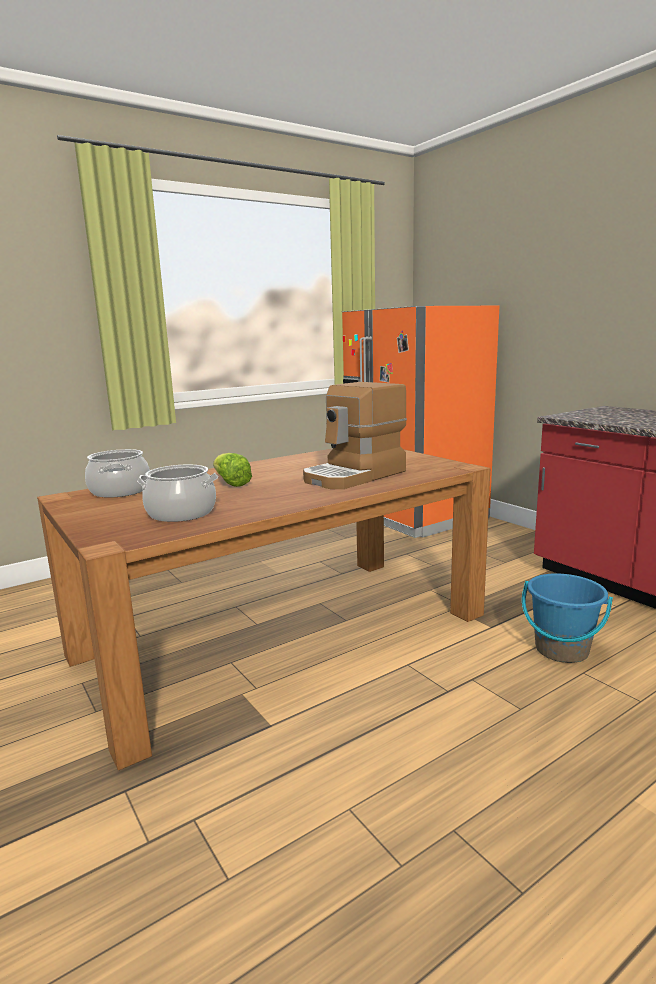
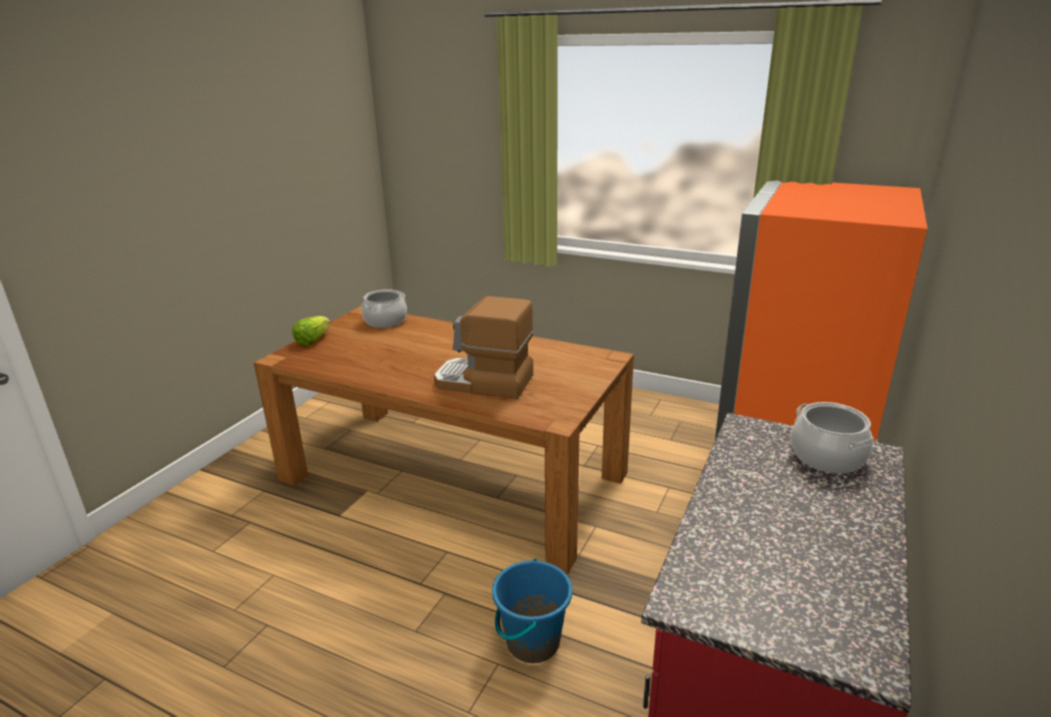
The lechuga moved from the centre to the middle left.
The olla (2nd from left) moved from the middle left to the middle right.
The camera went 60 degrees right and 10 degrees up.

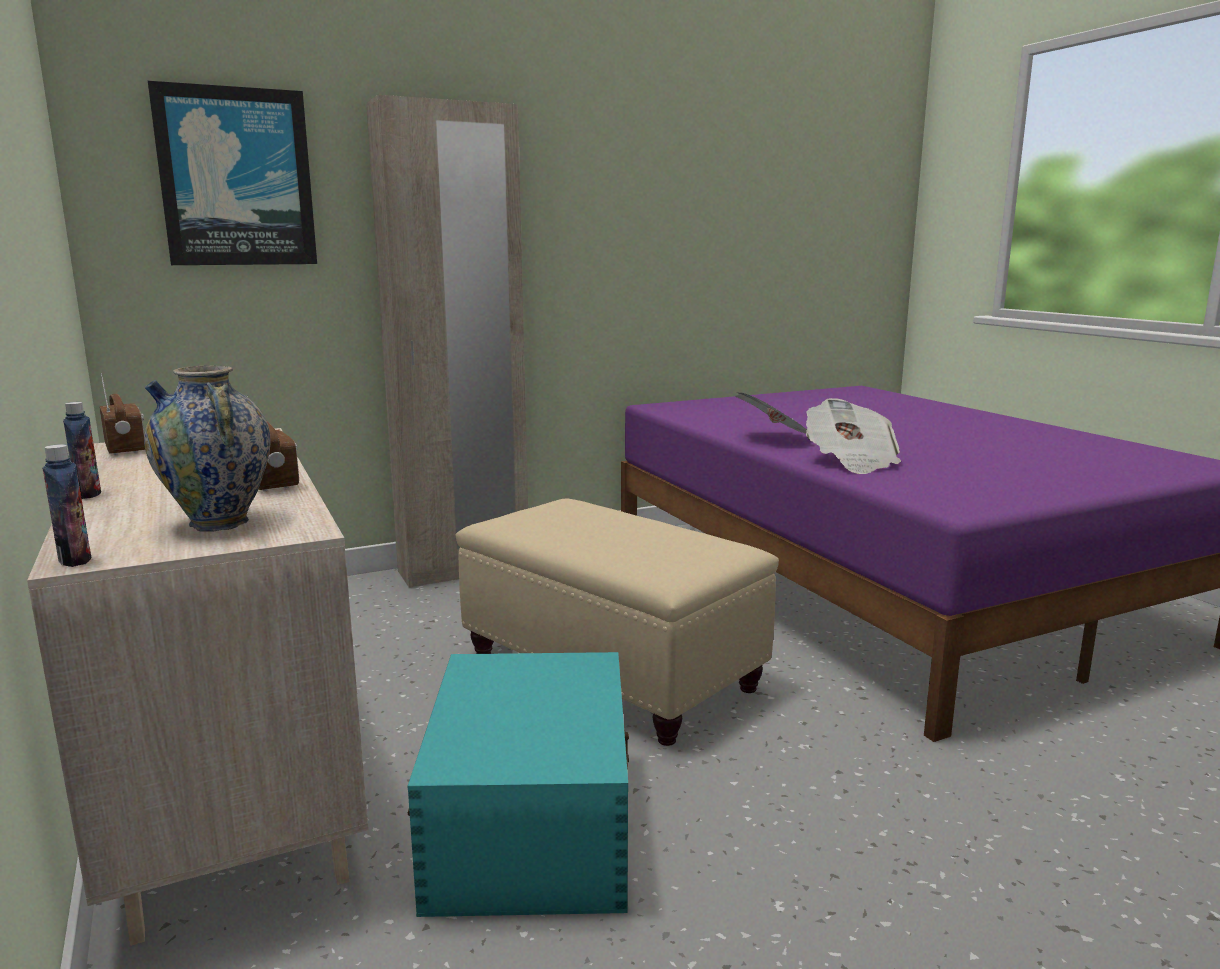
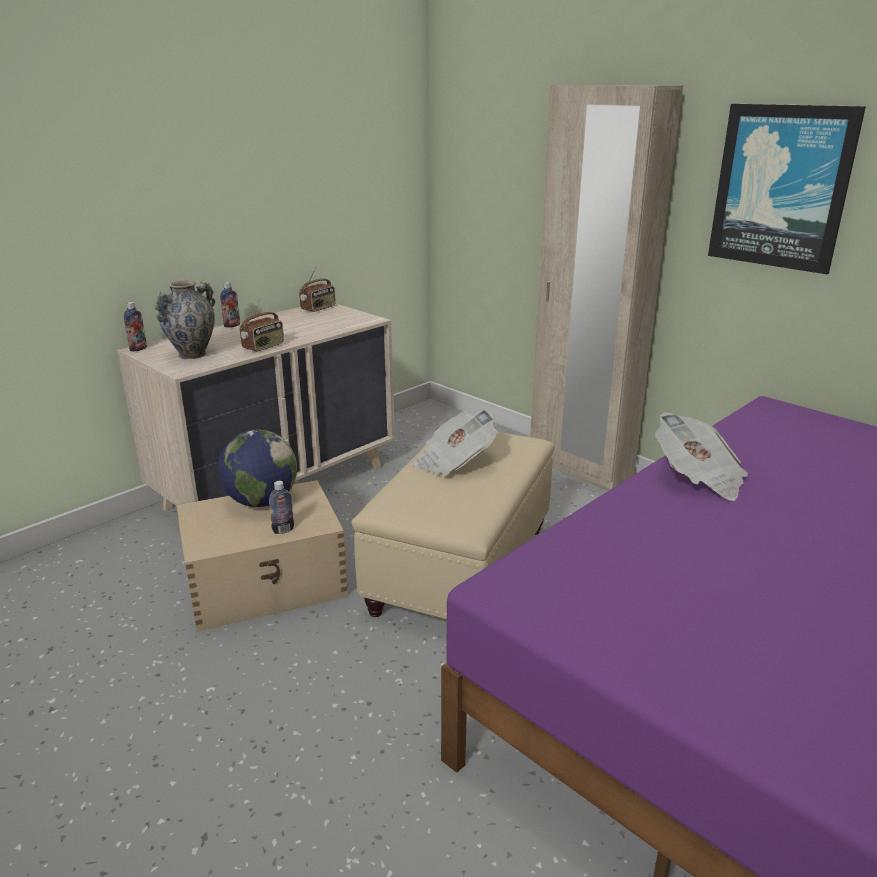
The caja de almacenaje [turquesa] at the bottom centre became the caja de almacenaje [beis] at the middle left.
The globo terráqueo at the middle left appeared.
The botella (3rd from left) at the middle left appeared.
The periódico (2nd from left in the first image) moved from the middle right to the centre.
The cuadro moved from the top left to the top right.
The camera went 70 degrees right and 10 degrees up.

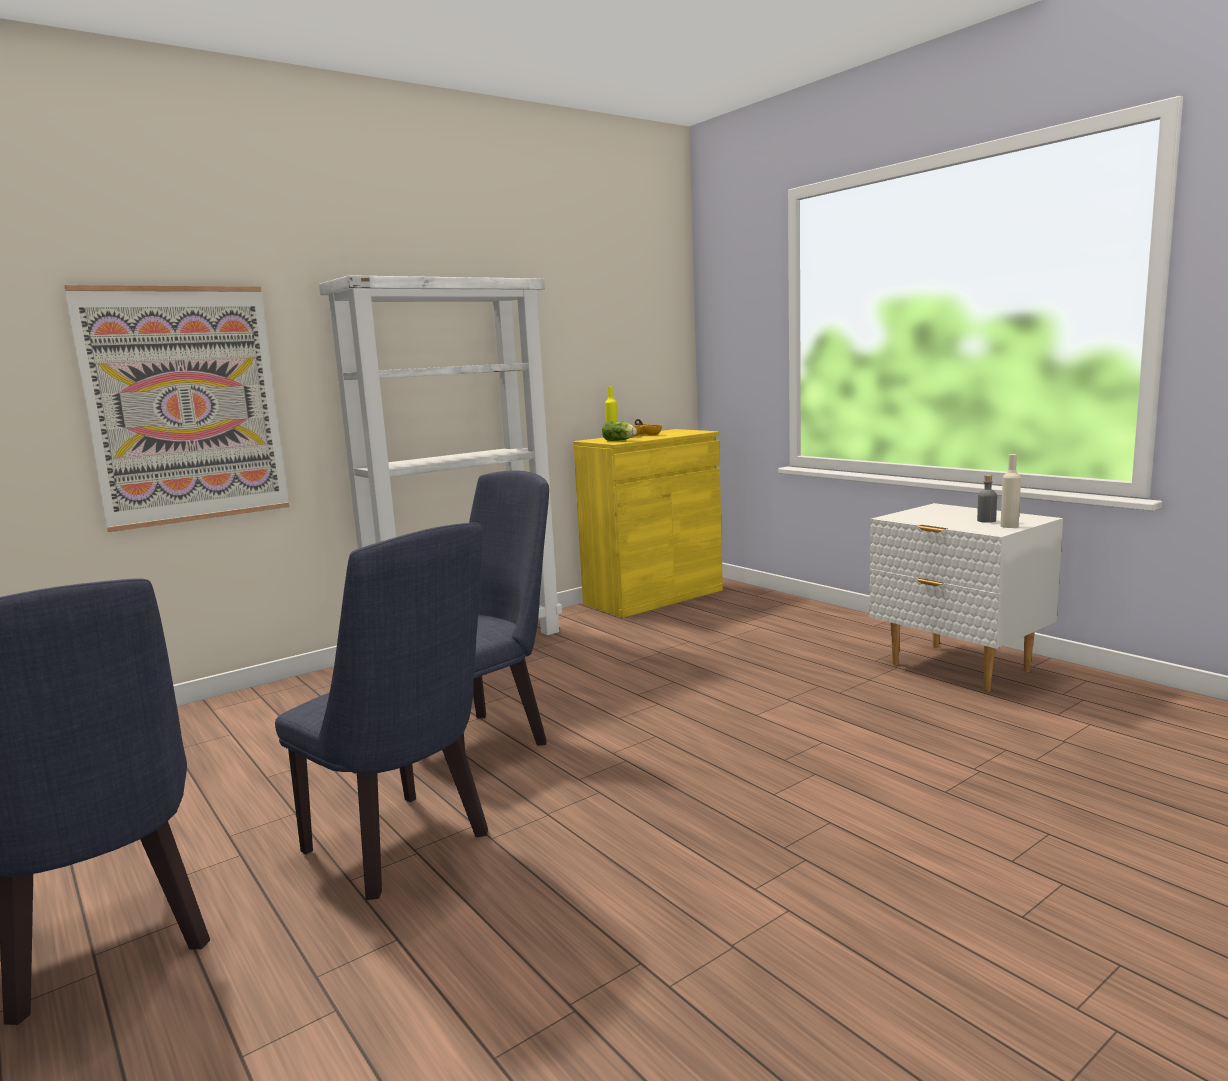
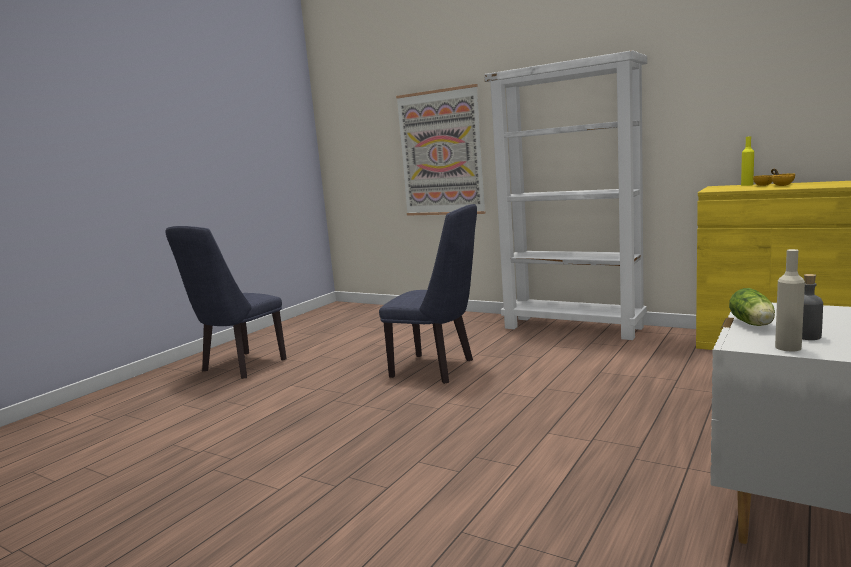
The lechuga moved from the centre to the middle right.
The silla [azul] (2nd from left) at the middle left disappeared.
The camera went 70 degrees right and 0 degrees up.

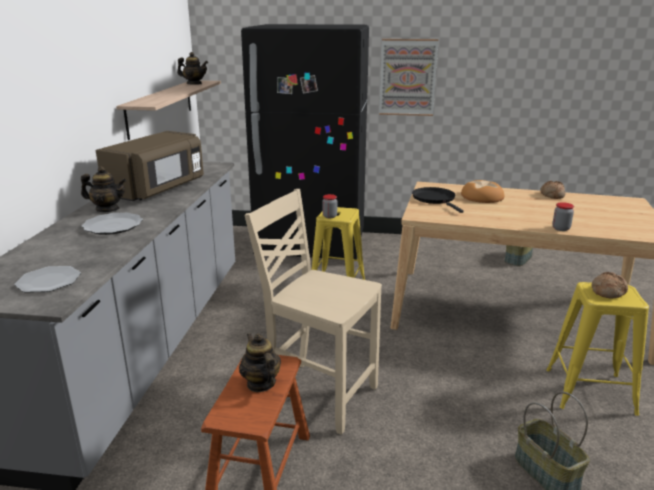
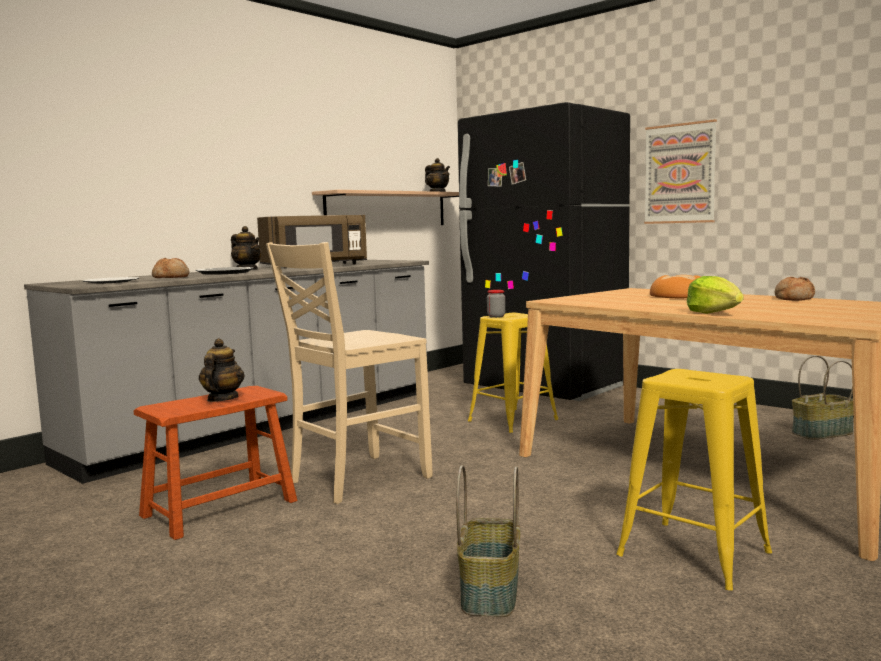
The pan (3rd from left in the first image) moved from the middle right to the middle left.
The silla [beis] at the centre turned 105 degrees counterclockwise.
The tarro (2nd from left) at the middle right was replaced by the lechuga at the middle right.
The sartén [negro] at the middle right disappeared.
The camera went 35 degrees right and 15 degrees down.

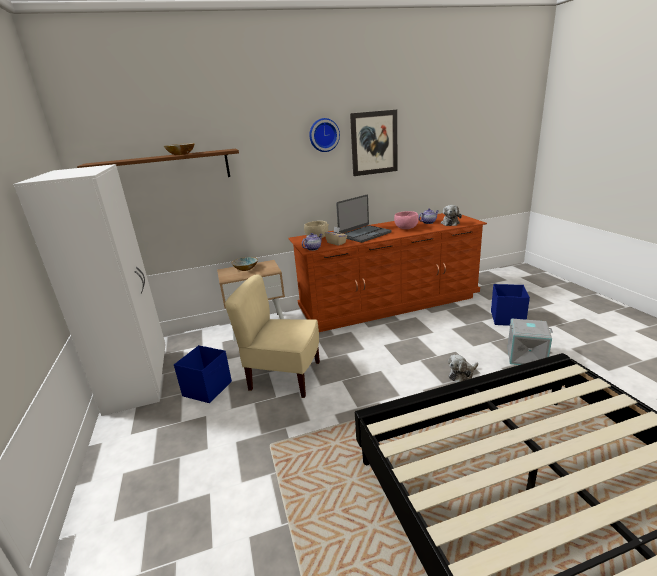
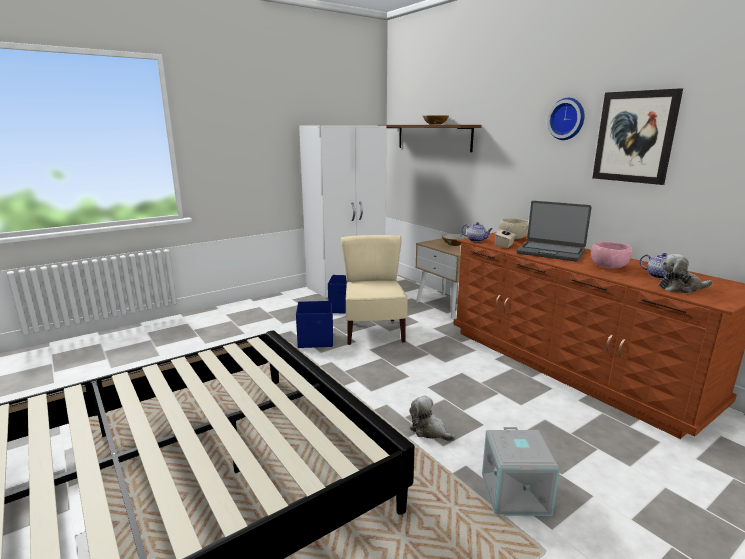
The caja de almacenaje [azul] (2nd from left in the first image) moved from the middle right to the centre.
The camera went 70 degrees right and 5 degrees down.

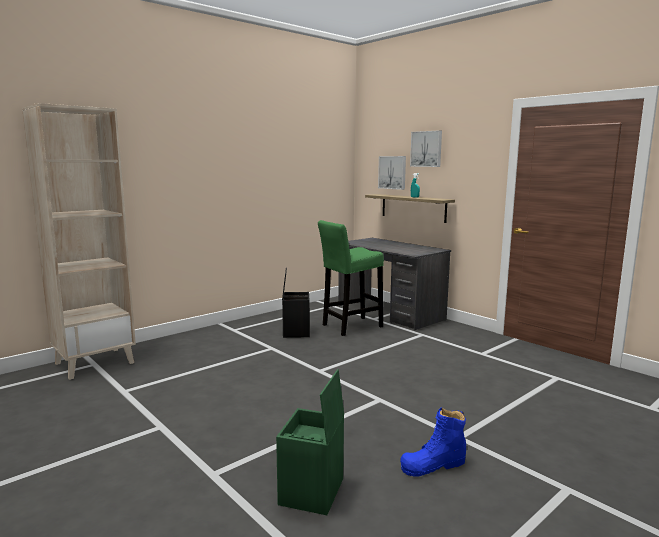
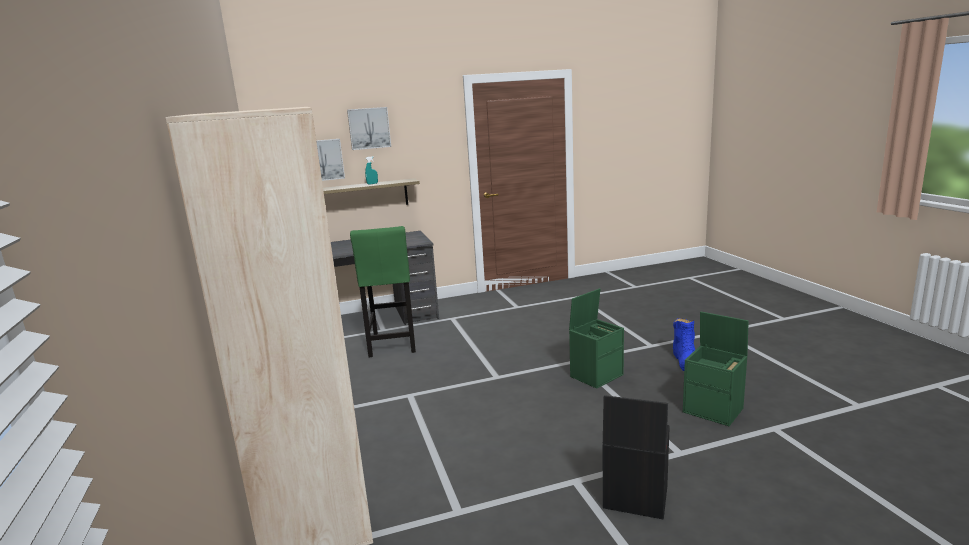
The caja de almacenaje [verde] (1st from left) at the centre appeared.
The caja de almacenaje [negro] moved from the centre to the bottom centre.
The camera went 65 degrees left and 5 degrees up.

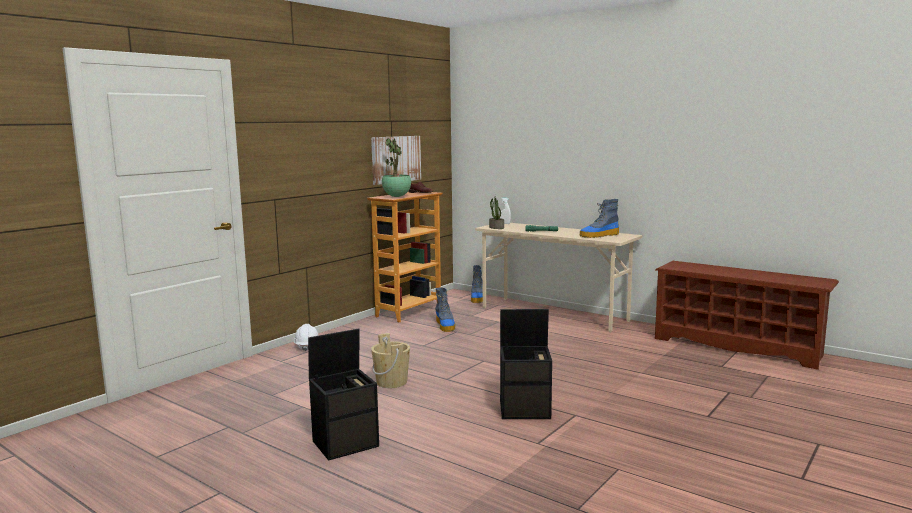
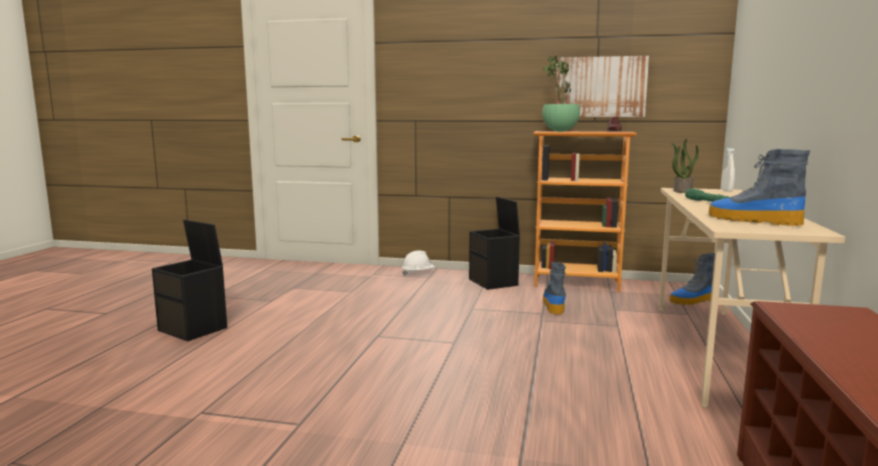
The caja de almacenaje [negro] (2nd from left) moved from the bottom centre to the centre.
The bota (1st from left) at the centre turned 135 degrees clockwise.
The cubo [beis] at the bottom centre disappeared.
The camera went 65 degrees right and 0 degrees up.

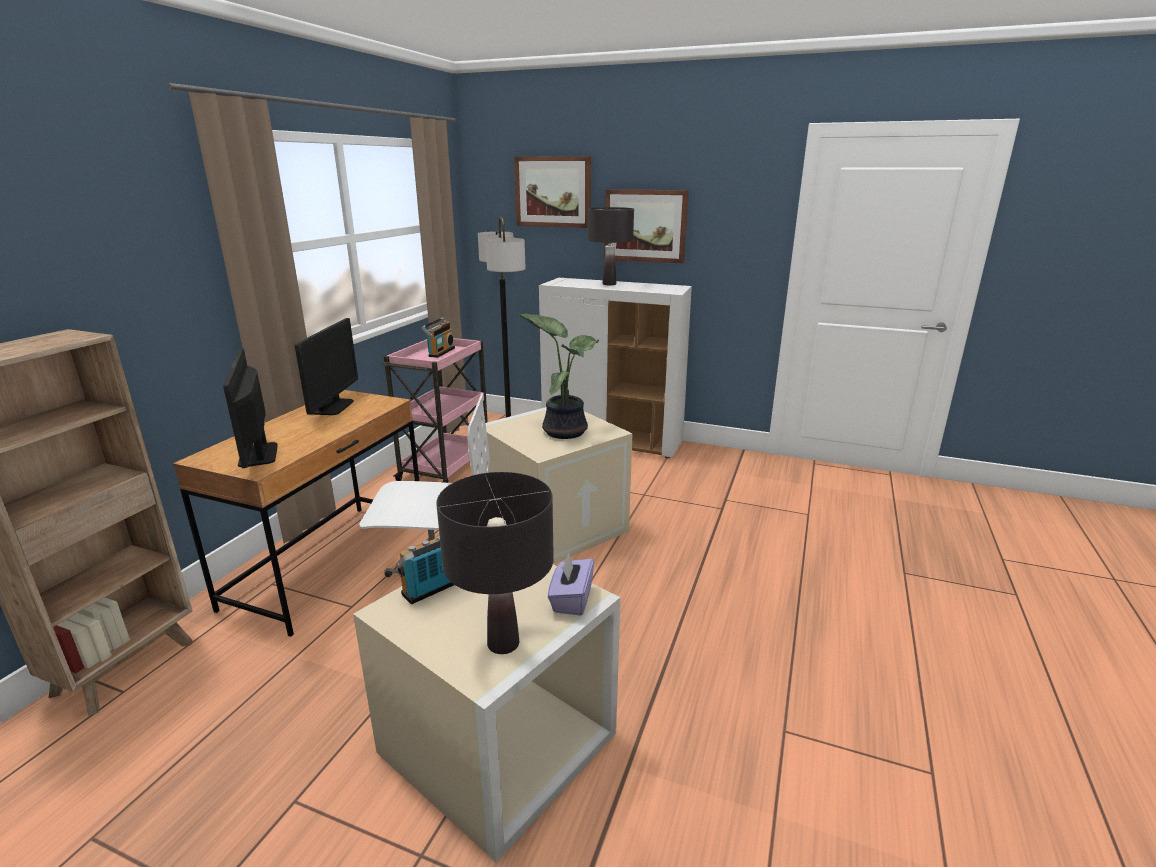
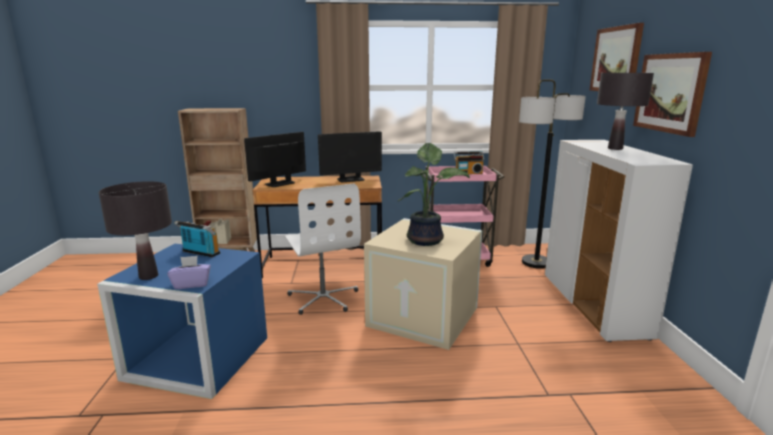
The caja de almacenaje [beis] (1st from left) at the bottom centre became the caja de almacenaje [azul] at the bottom left.
The camera went 65 degrees right and 5 degrees down.

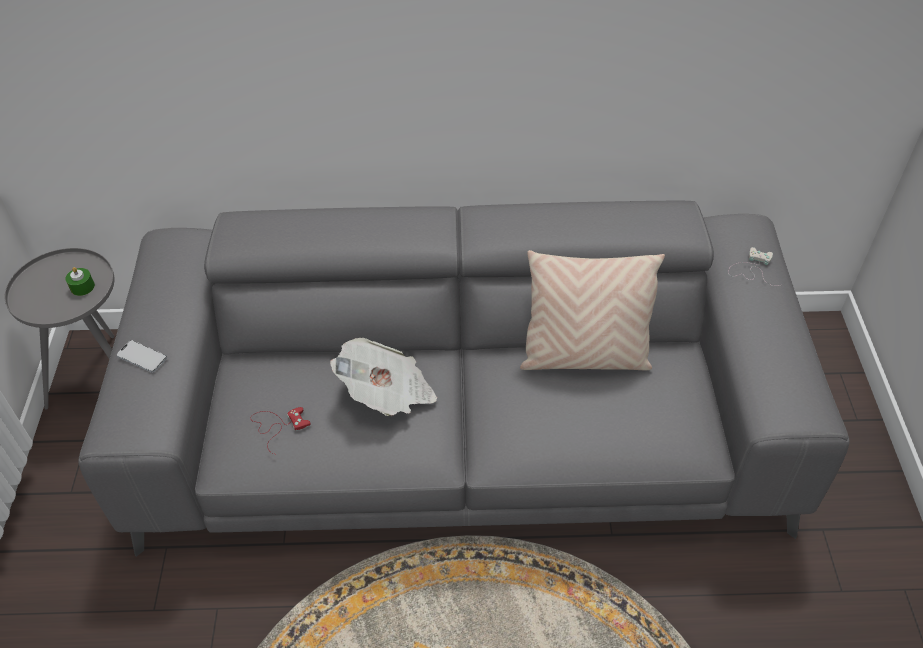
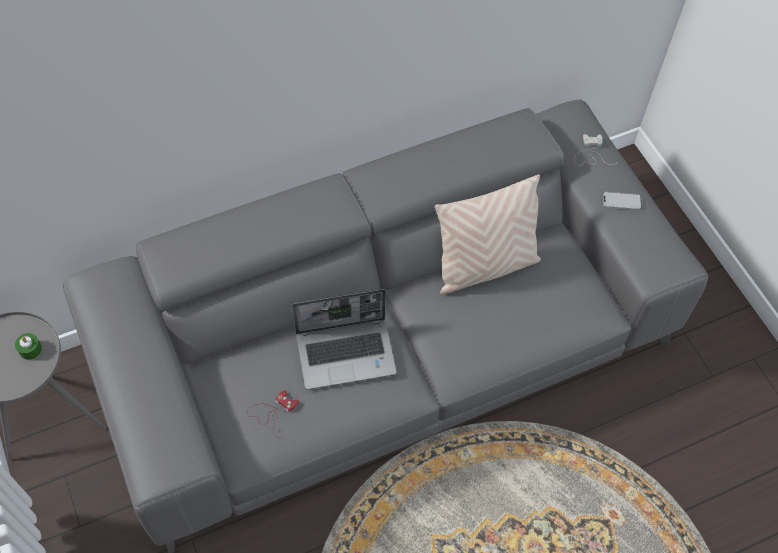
The periódico at the centre was replaced by the portátil at the centre.
The móvil moved from the middle left to the middle right.
The camera went 25 degrees left and 10 degrees up.

